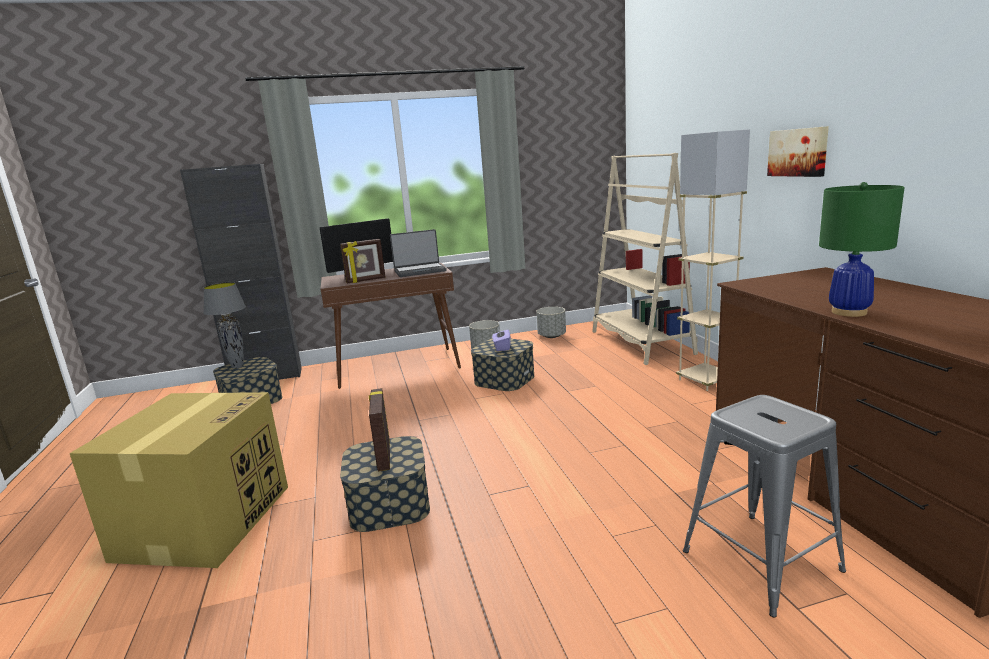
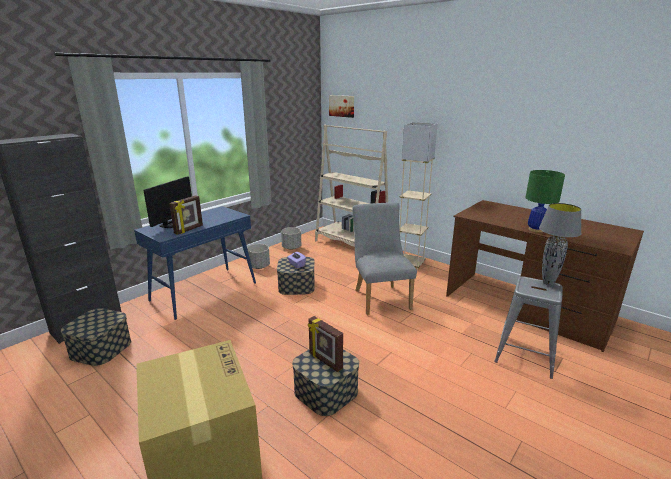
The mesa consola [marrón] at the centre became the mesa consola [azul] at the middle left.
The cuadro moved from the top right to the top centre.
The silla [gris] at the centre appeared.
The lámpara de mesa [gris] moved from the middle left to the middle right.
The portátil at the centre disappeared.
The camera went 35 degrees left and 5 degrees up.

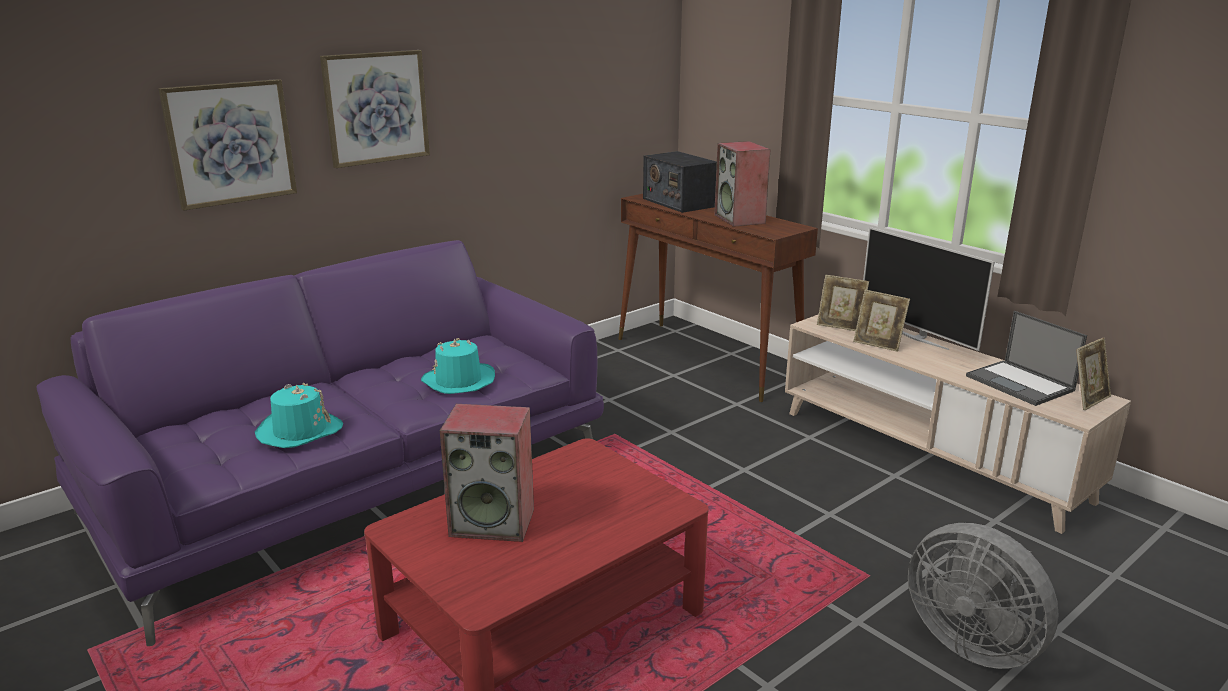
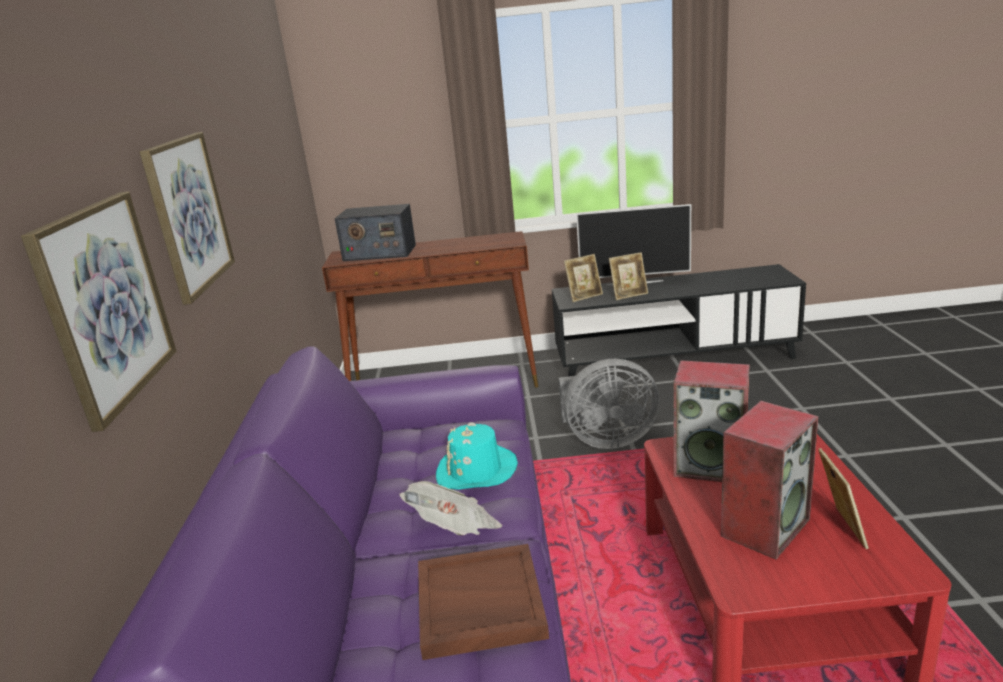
The periódico at the bottom centre appeared.
The sombrero [turquesa] (1st from left) at the middle left was replaced by the bandeja [marrón] at the bottom centre.
The mueble de televisión [beis] at the middle right became the mueble de televisión [negro] at the middle right.
The ventilador [gris] moved from the bottom right to the centre.
The altavoz (2nd from left in the first image) moved from the top centre to the middle right.
The portarretratos (3rd from left) moved from the middle right to the bottom right.
The portátil at the middle right disappeared.
The camera went 50 degrees left and 0 degrees up.

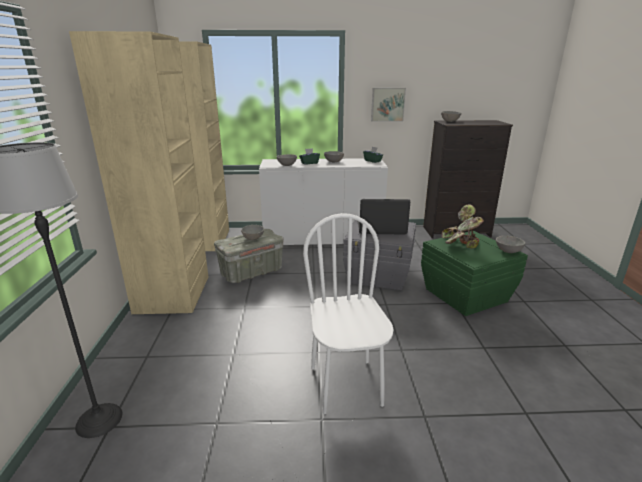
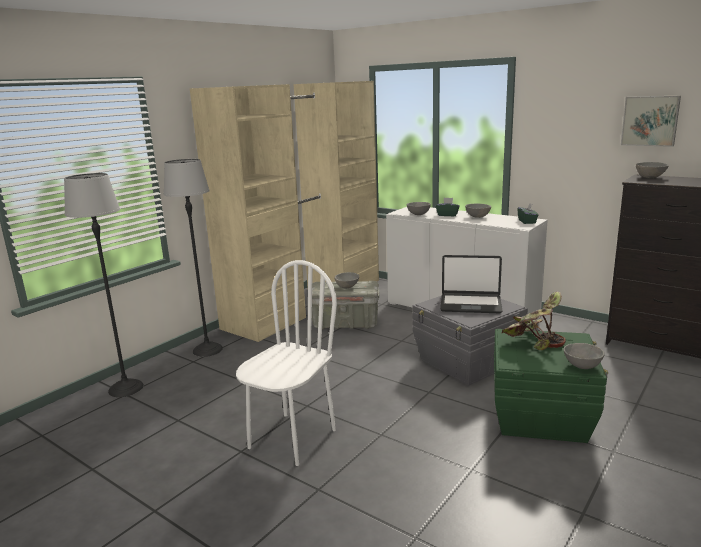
The lámpara de pie (2nd from left) at the middle left appeared.
The portátil at the centre turned 150 degrees clockwise.
The cuadro moved from the top centre to the top right.
The camera went 40 degrees right and 5 degrees down.

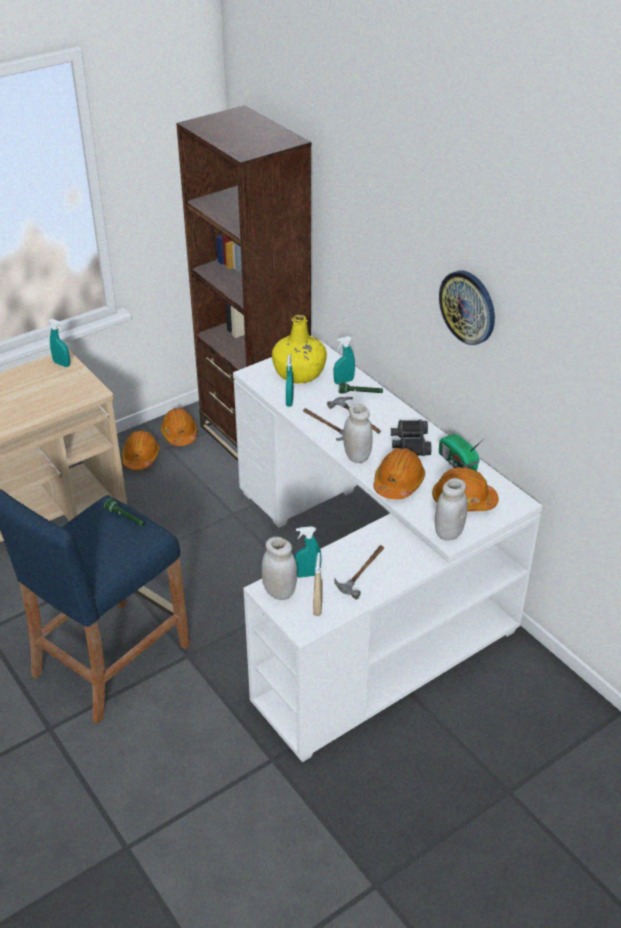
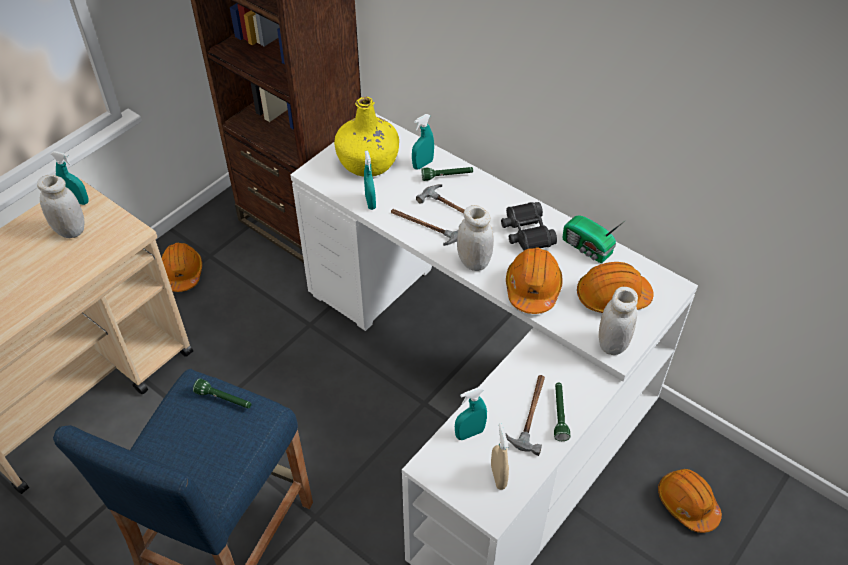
The tarro [blanco] (1st from left) moved from the centre to the middle left.
The linterna [verde] (3rd from left) at the bottom centre appeared.
The casco [naranja] (2nd from left in the first image) moved from the middle left to the bottom right.
The reloj de pared at the top right disappeared.
The camera went 15 degrees left and 10 degrees up.

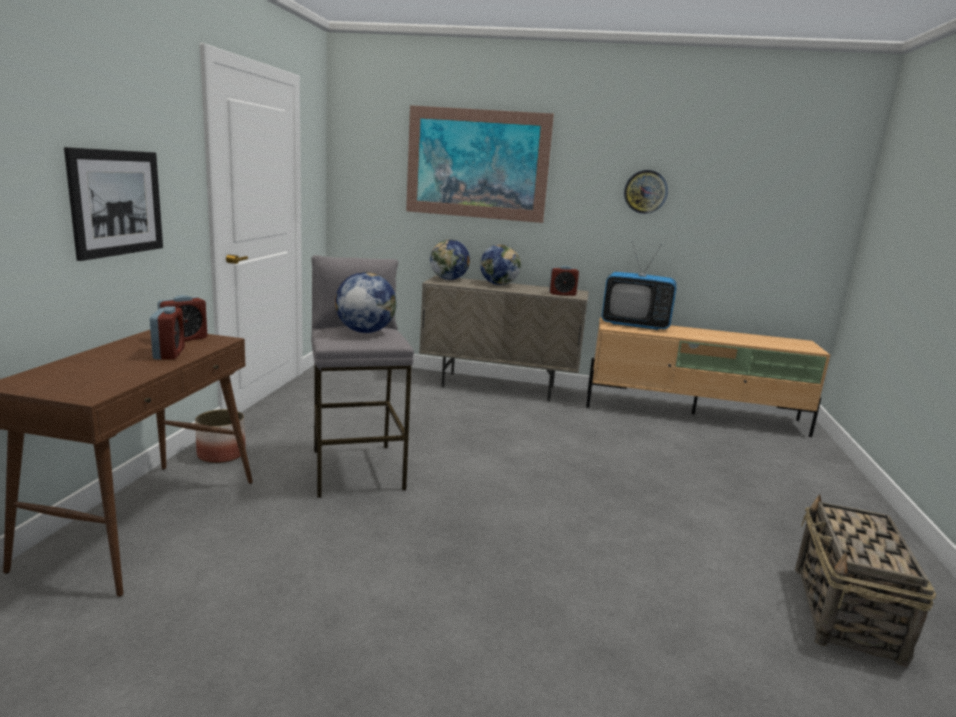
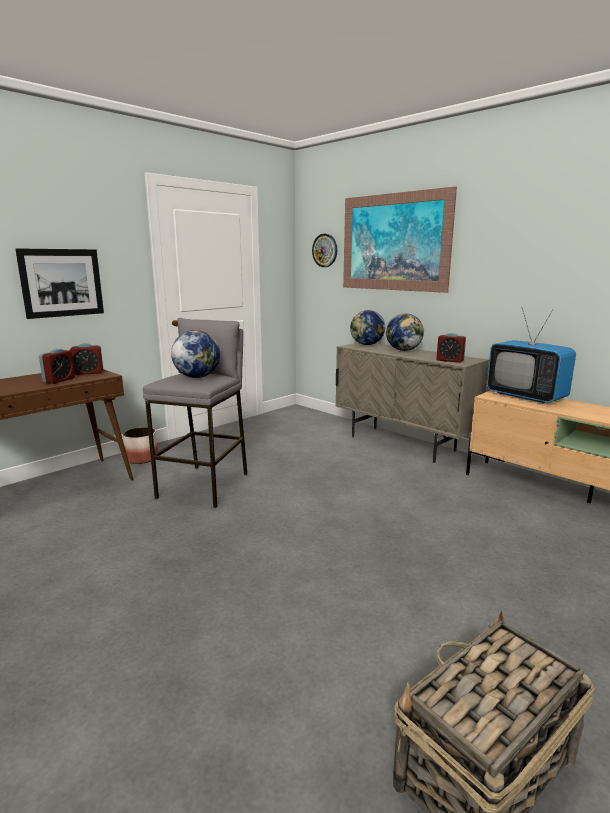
The reloj de pared moved from the top right to the top centre.
The camera went 35 degrees right and 0 degrees up.

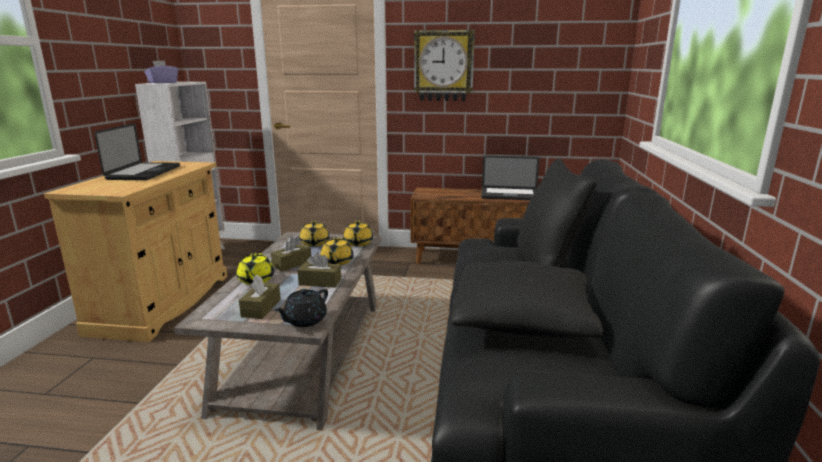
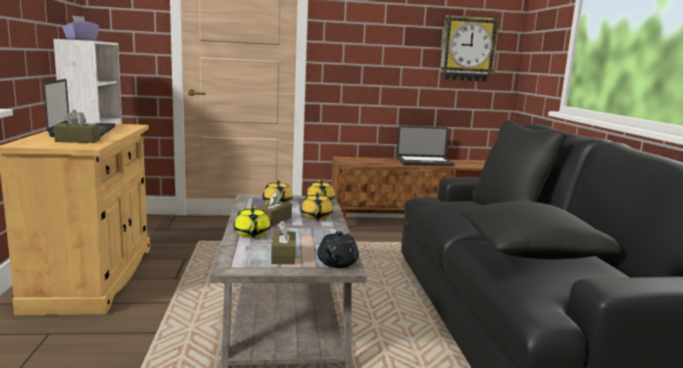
The caja de pañuelos [marrón] (3rd from left in the first image) moved from the centre to the middle left.
The reloj de pared moved from the top centre to the top right.
The camera went 15 degrees left and 5 degrees down.

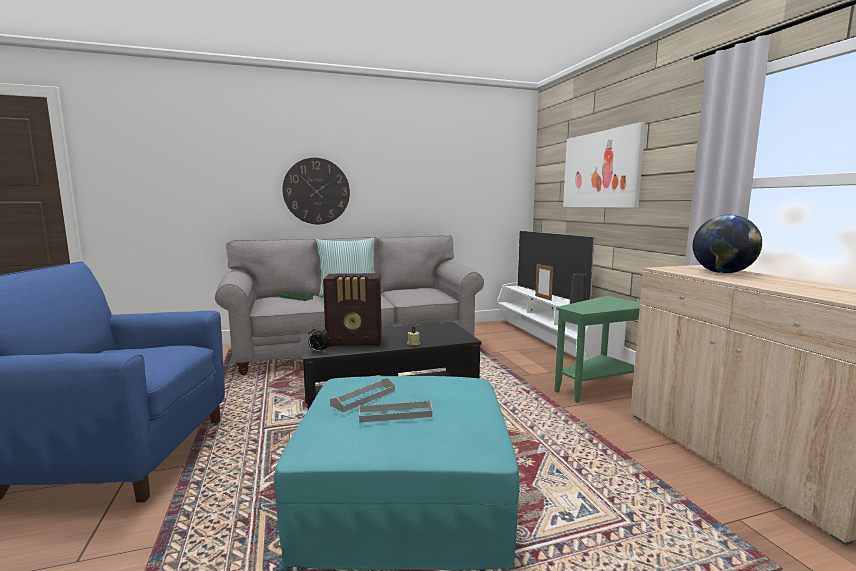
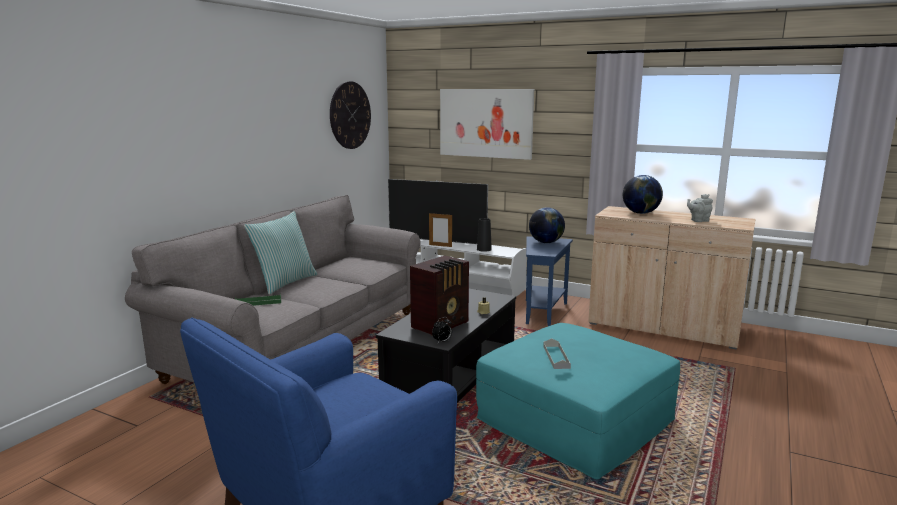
The reloj de pared moved from the centre to the top centre.
The mesa auxiliar [verde] at the middle right became the mesa auxiliar [azul] at the centre.
The globo terráqueo (1st from left) at the centre appeared.
The tetera [gris] at the middle right appeared.
The bandeja [gris] (2nd from left) at the bottom centre disappeared.
The camera went 45 degrees left and 5 degrees up.

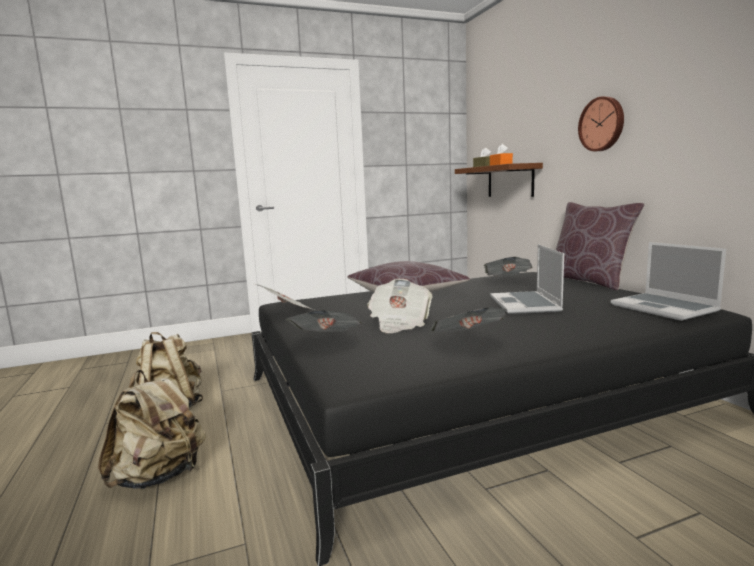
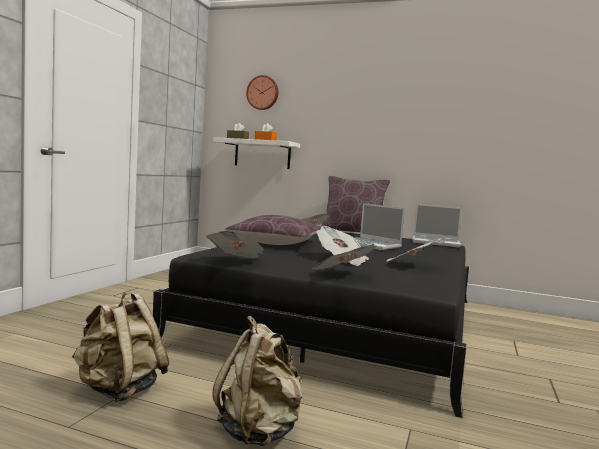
The estante [marrón] at the top centre became the estante [blanco] at the centre.
The reloj de pared moved from the top right to the top centre.
The camera went 50 degrees left and 5 degrees down.

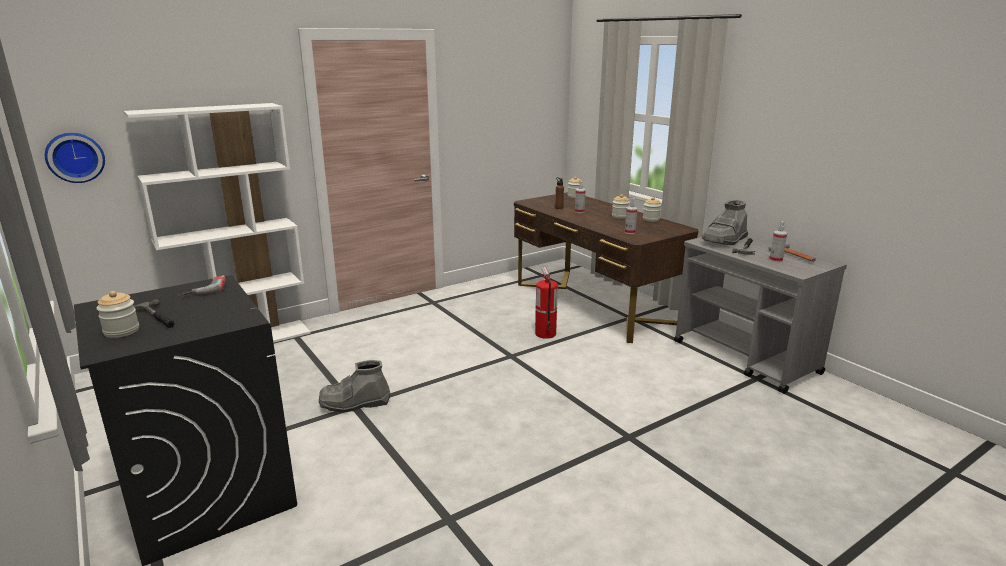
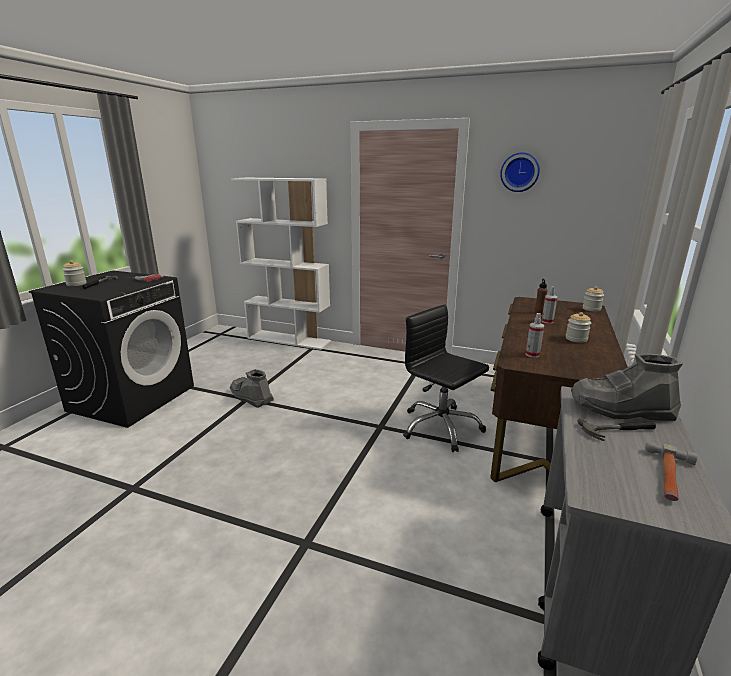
The extintor at the centre was replaced by the silla de oficina [negro] at the centre.
The reloj de pared moved from the top left to the top right.
The tarro (4th from left) at the centre disappeared.
The pulverizador (3rd from left) at the middle right disappeared.
The camera went 55 degrees right and 0 degrees up.

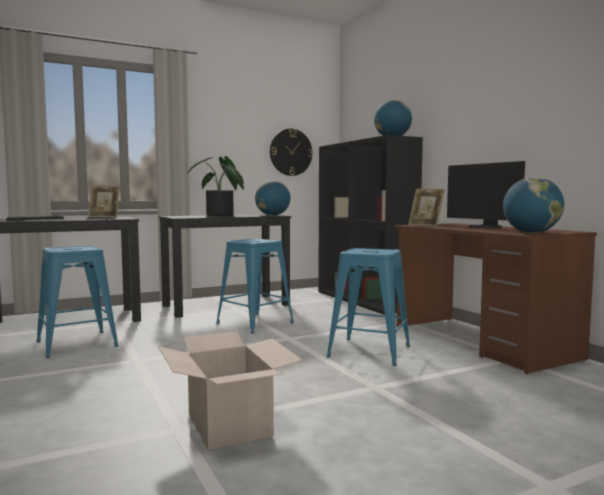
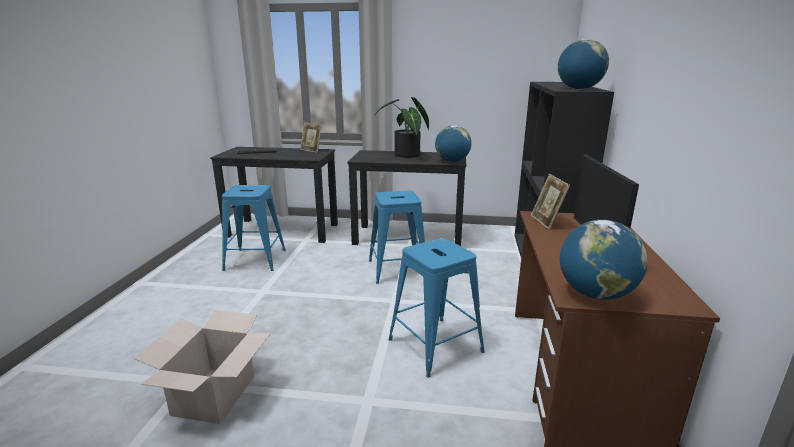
The reloj de pared at the top centre disappeared.
The camera went 35 degrees right and 15 degrees up.

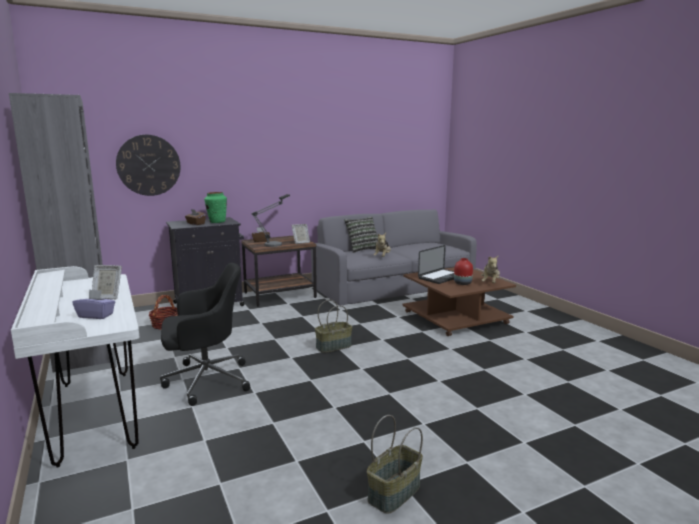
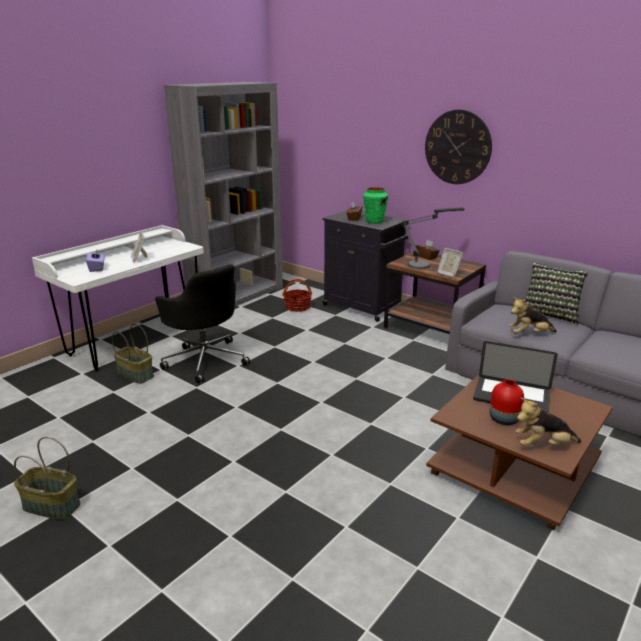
The cesta (2nd from left) moved from the centre to the middle left.
The reloj de pared moved from the top left to the top right.
The camera went 65 degrees right and 10 degrees up.

